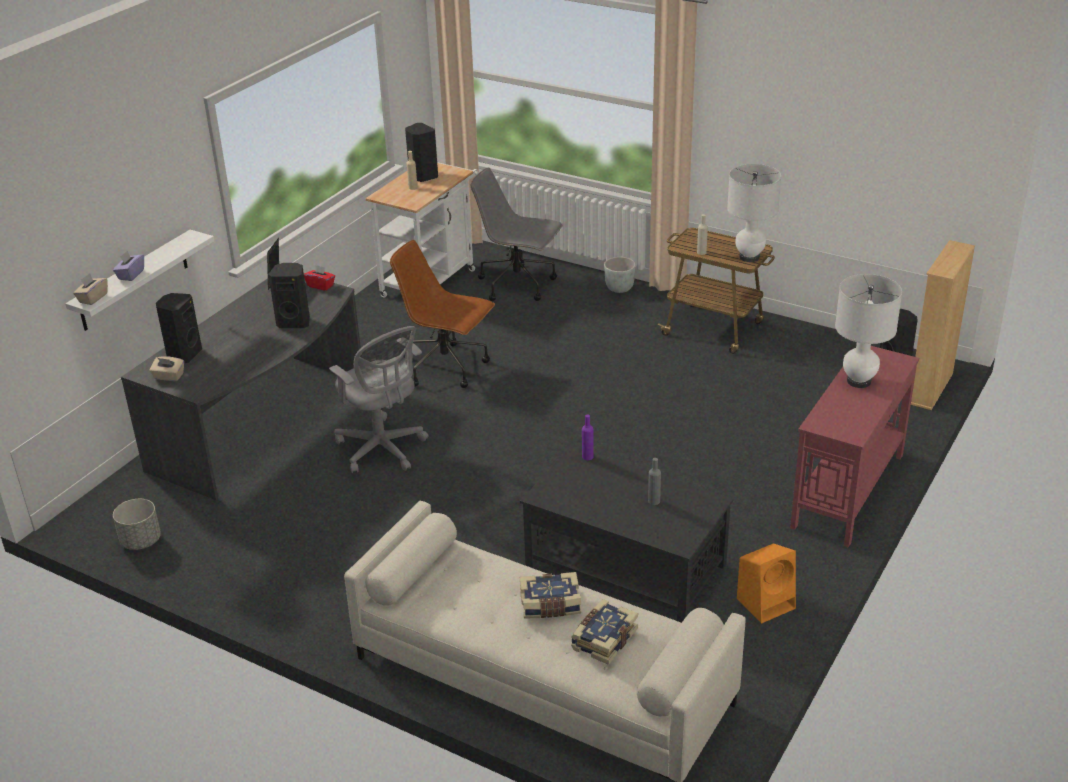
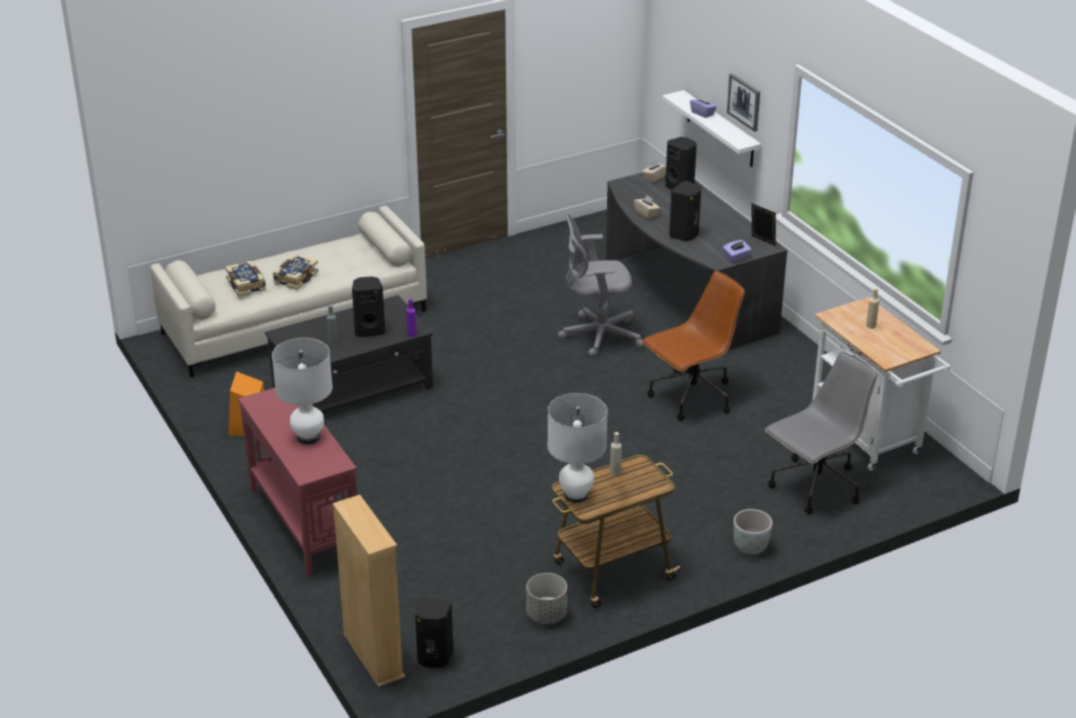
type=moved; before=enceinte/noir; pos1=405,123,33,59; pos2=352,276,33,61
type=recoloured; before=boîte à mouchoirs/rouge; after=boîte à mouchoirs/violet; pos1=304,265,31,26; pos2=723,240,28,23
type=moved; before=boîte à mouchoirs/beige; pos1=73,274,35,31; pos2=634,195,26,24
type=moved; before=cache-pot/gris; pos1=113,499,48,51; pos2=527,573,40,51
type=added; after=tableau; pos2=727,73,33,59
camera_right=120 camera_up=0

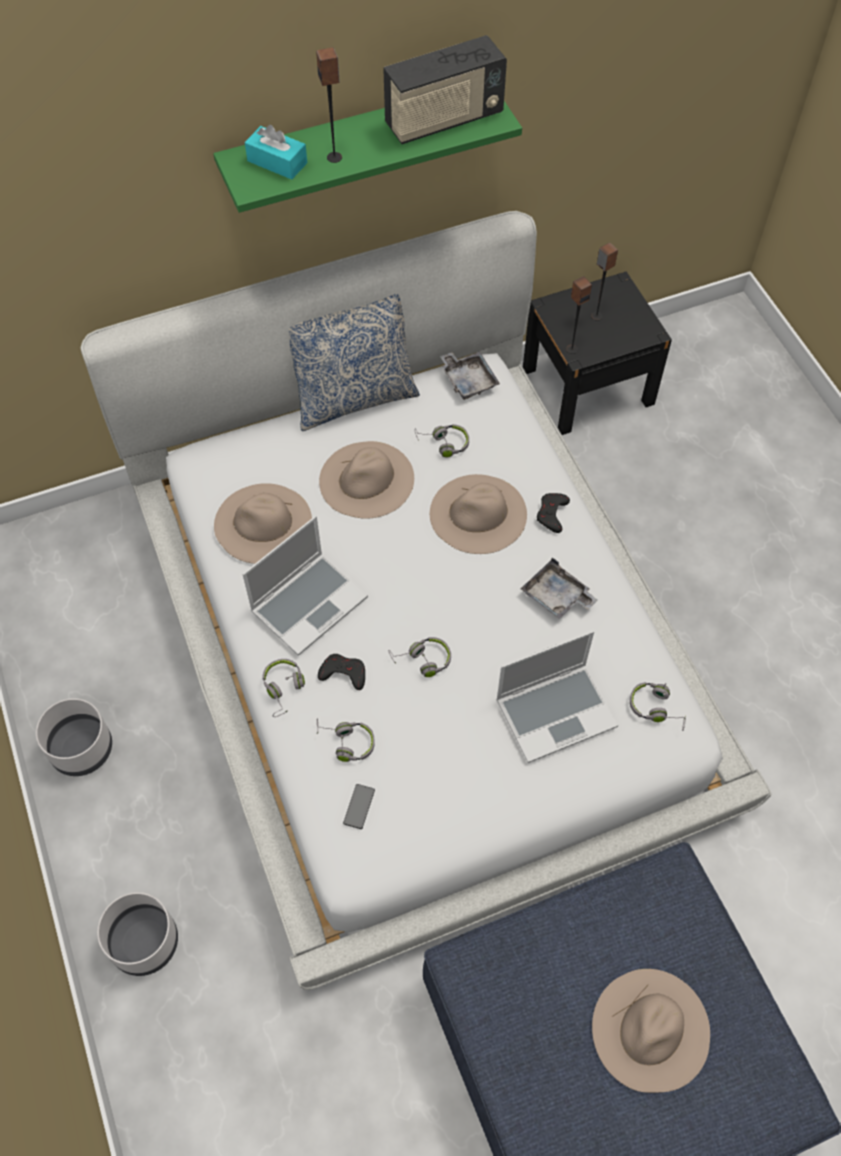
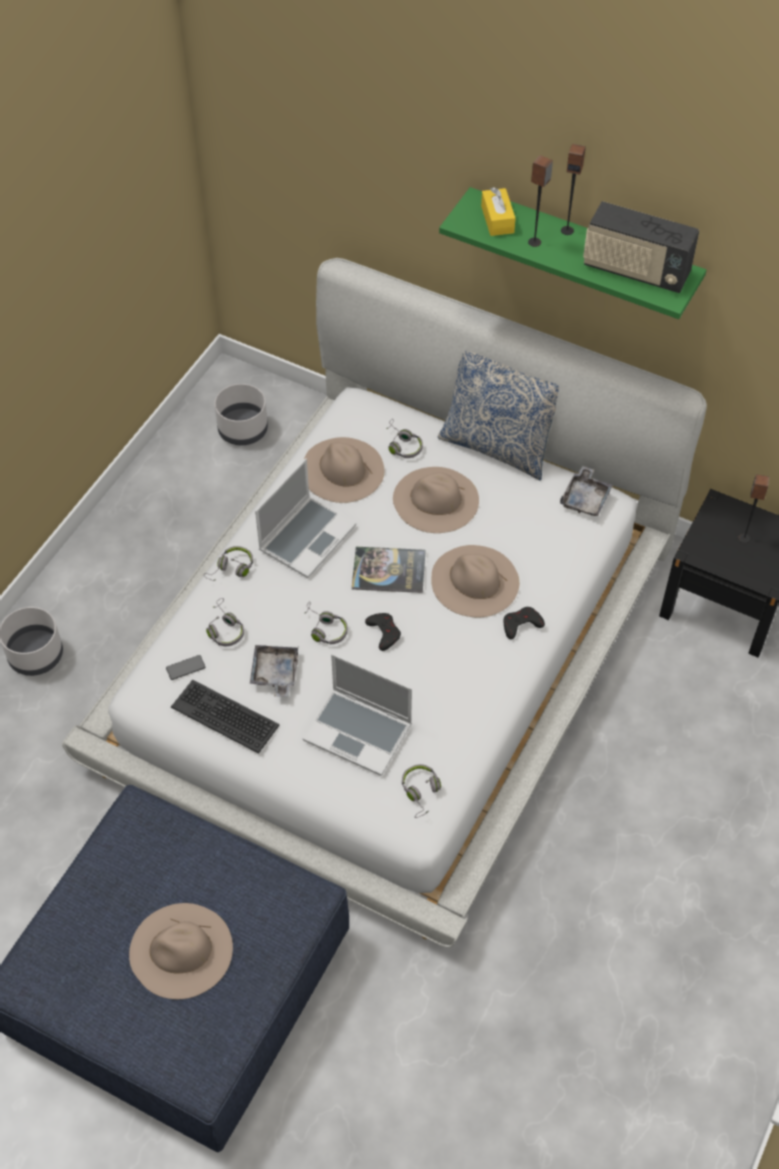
type=recoloured; before=boîte à mouchoirs/turquoise; after=boîte à mouchoirs/jaune; pos1=245,125,62,55; pos2=481,187,35,49
type=moved; before=enceinte; pos1=566,276,26,78; pos2=561,144,25,91
type=moved; before=casque audio/gris; pos1=415,424,54,33; pos2=387,419,36,39
type=turned; before=ordinateur portable; pos1=242,516,126,140; pos2=255,458,101,120; turn=-60
type=moved; before=plateau/gris; pos1=521,557,77,62; pos2=250,645,48,52
type=moved; before=manette/noir; pos1=318,654,47,36; pos2=365,613,36,38
type=moved; before=cache-pot/gris; pos1=36,698,76,78; pos2=214,384,54,61
type=added; after=livre; pos2=352,547,74,46
type=added; after=clavier; pos2=171,680,109,74
camera_right=50 camera_up=-5

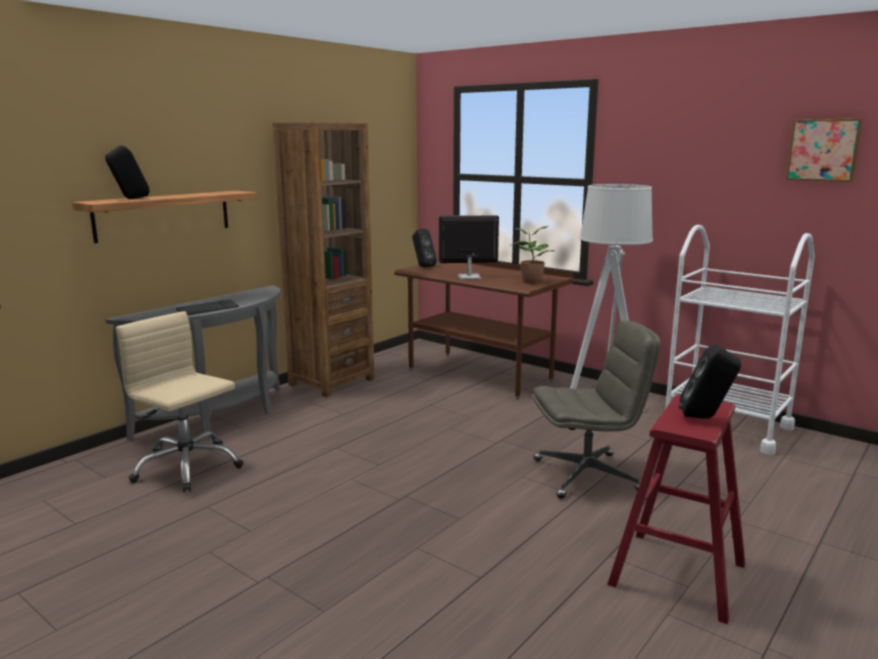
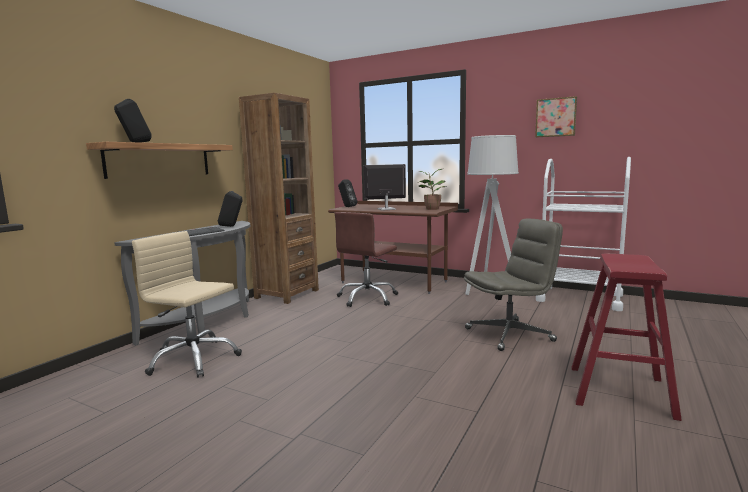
type=moved; before=tableau; pos1=786,119,76,63; pos2=535,96,42,41
type=moved; before=enceinte/noir; pos1=679,344,62,75; pos2=218,191,25,36
type=added; after=chaise de bureau/marron; pos2=335,212,63,95
camera_right=-10 camera_up=-5

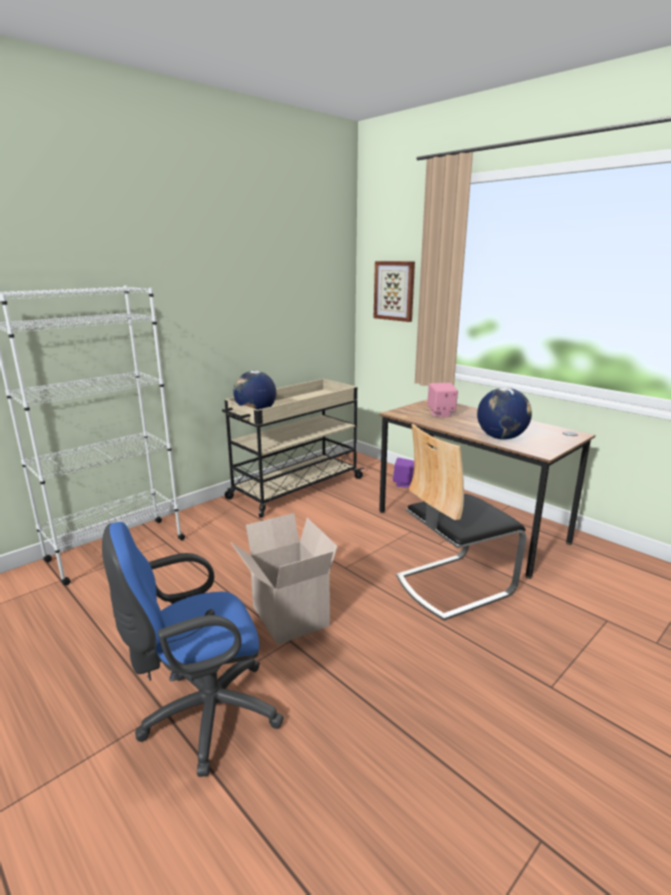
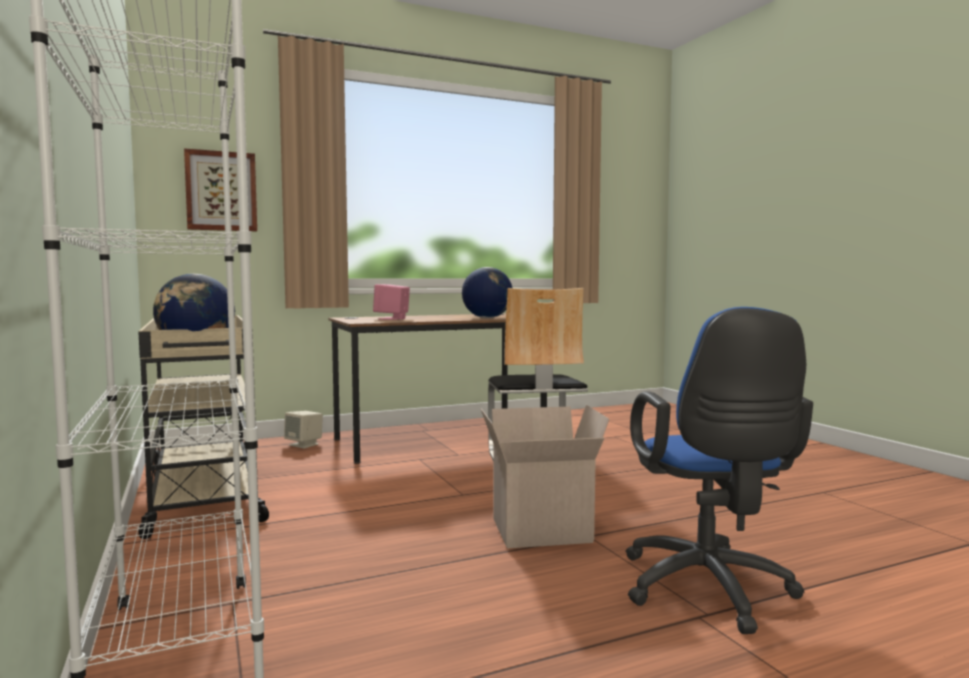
type=recoloured; before=enceinte/violet; after=enceinte/beige; pos1=393,458,21,30; pos2=284,411,39,38
camera_right=-70 camera_up=-15

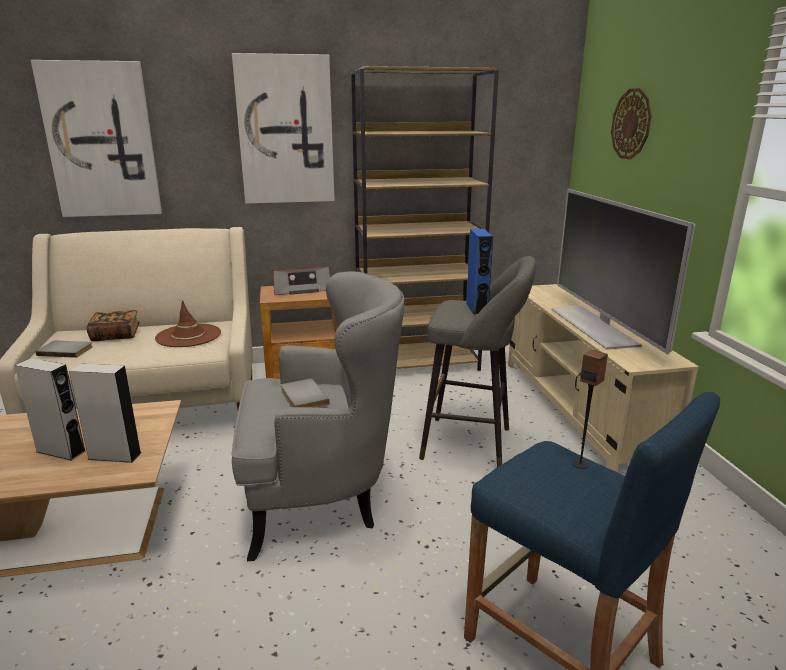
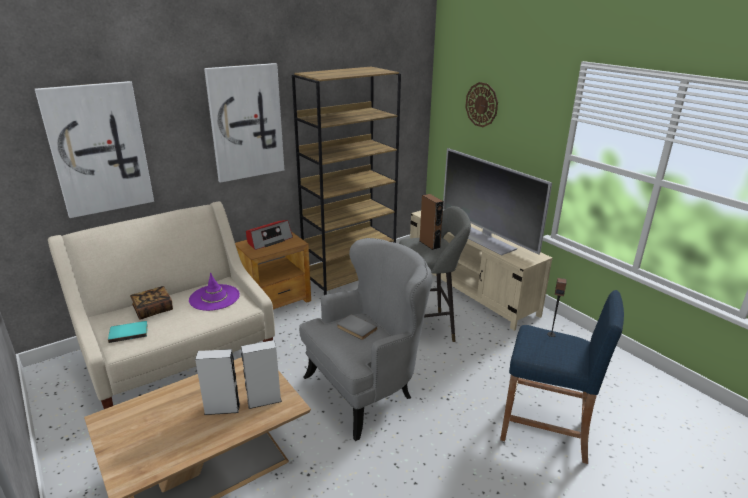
type=recoloured; before=enceinte/bleu; after=enceinte/marron; pos1=466,229,27,86; pos2=420,194,24,56
type=recoloured; before=chapeau/marron; after=chapeau/violet; pos1=155,300,66,47; pos2=189,272,51,39
type=recoloured; before=livre/gris; after=livre/turquoise; pos1=35,341,58,17; pos2=108,321,40,22
camera_right=-25 camera_up=5

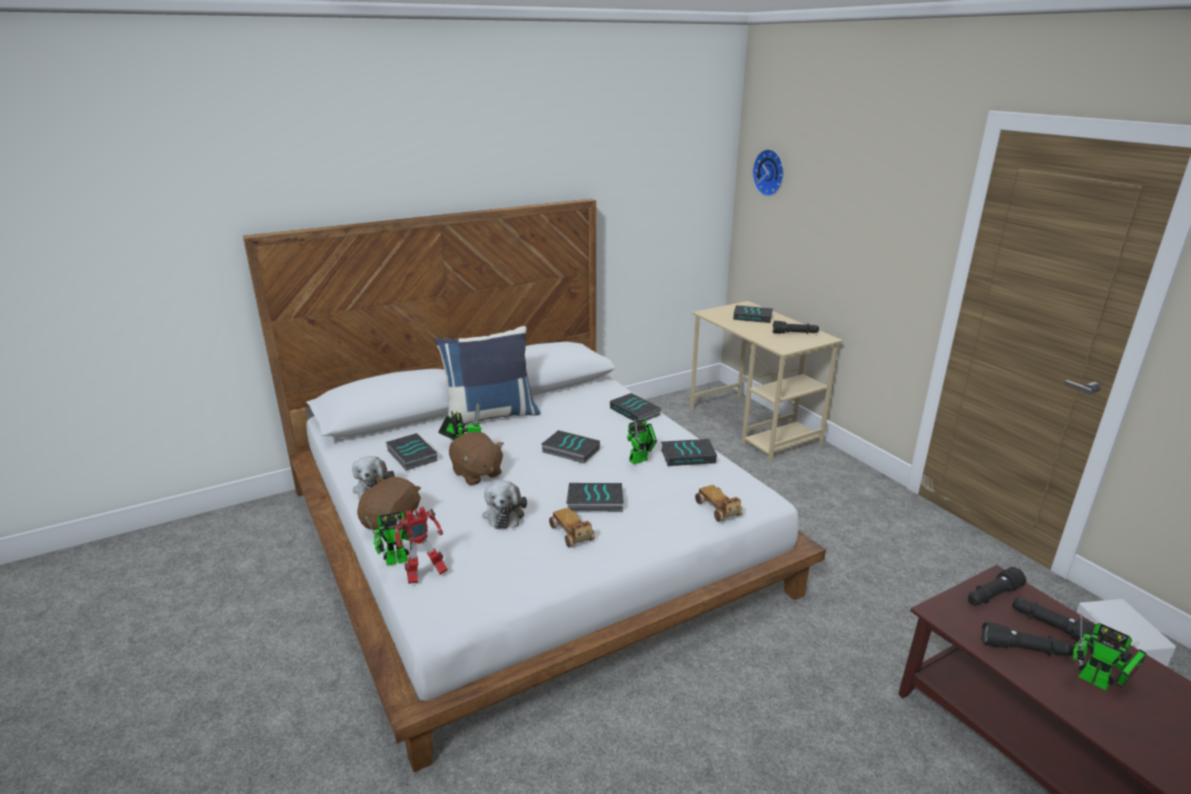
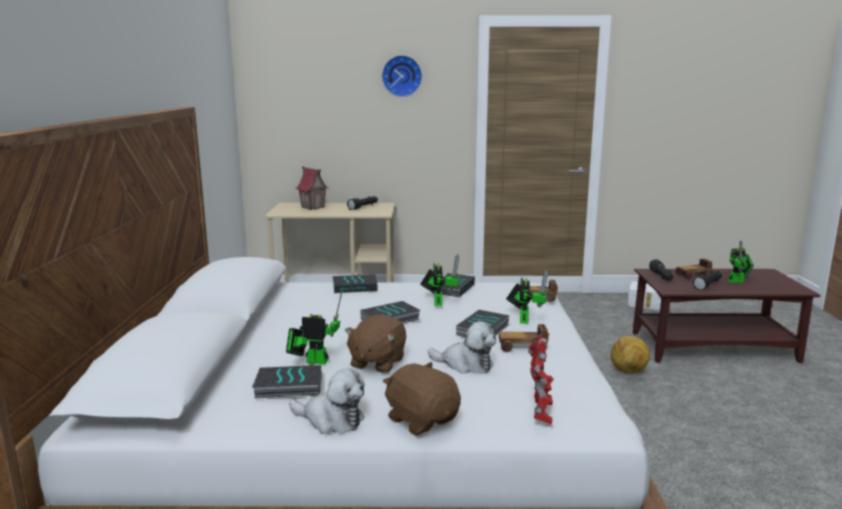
type=moved; before=horloge murale; pos1=752,149,32,47; pos2=382,55,40,42
type=replaced; before=livre; after=maison miniature; pos1=733,305,40,18; pos2=296,166,32,44
type=removed; before=coussin/bleu; pos1=435,326,106,98
type=turned; before=peluche/marron; pos1=449,432,55,53; pos2=344,314,62,59; turn=120
type=moved; before=robot jouet; pos1=365,512,51,54; pos2=506,269,43,55
type=replaced; before=lampe de poche/noir; after=petite voiture; pos1=1012,597,84,50; pos2=675,259,37,20
type=added; after=ballon de foot; pos2=611,336,39,37
camera_right=-60 camera_up=-10

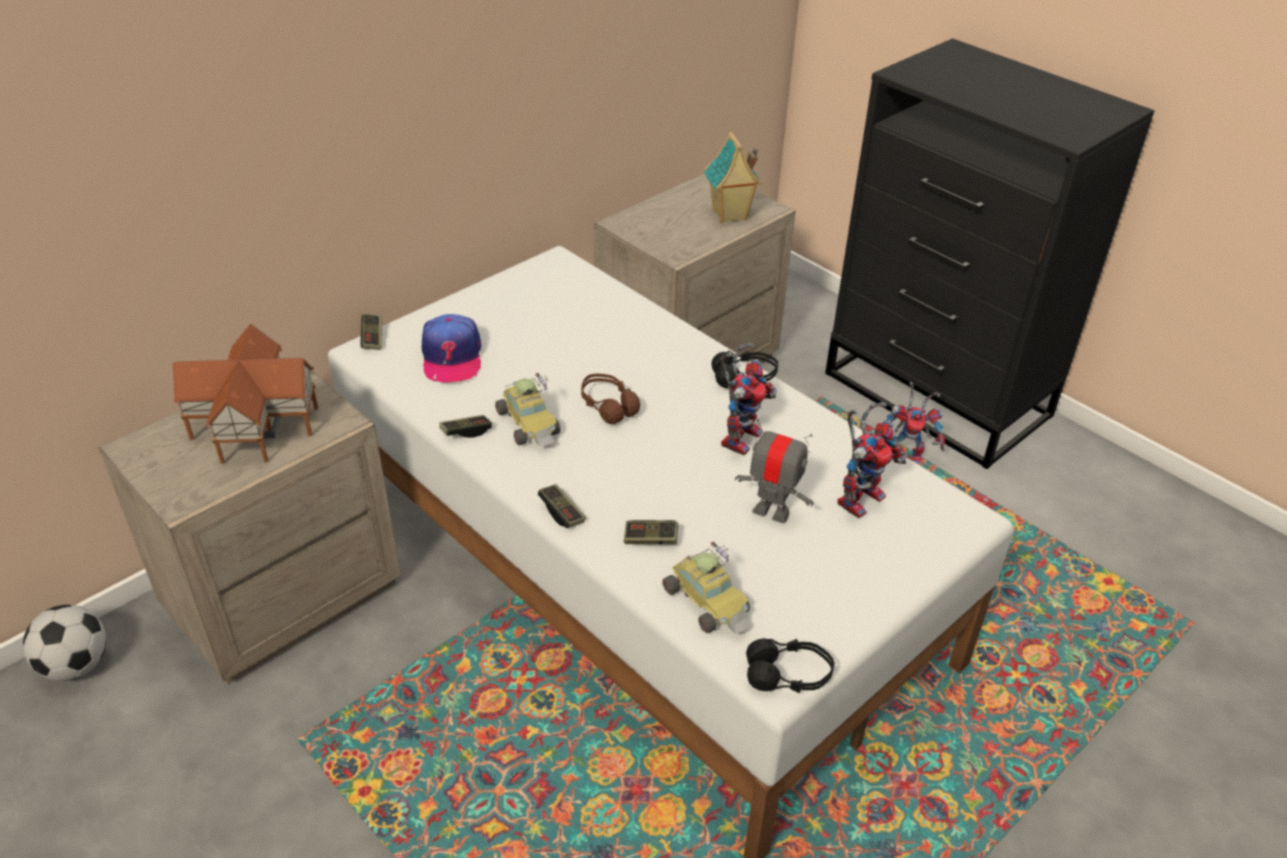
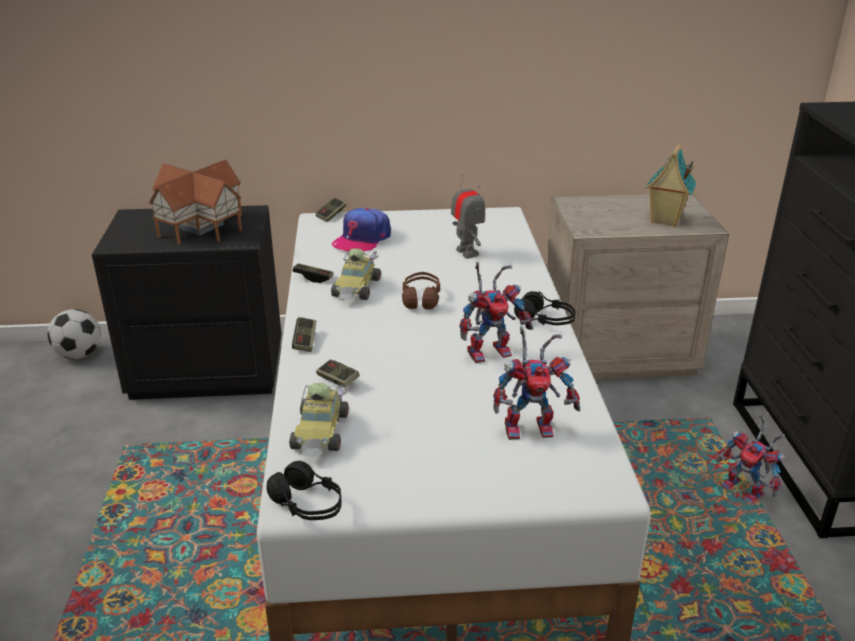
type=recoloured; before=table de chevet/beige; after=table de chevet/noir; pos1=98,370,303,314; pos2=92,205,190,195
type=moved; before=robot jouet; pos1=735,419,79,104; pos2=451,175,34,84
camera_right=40 camera_up=-10

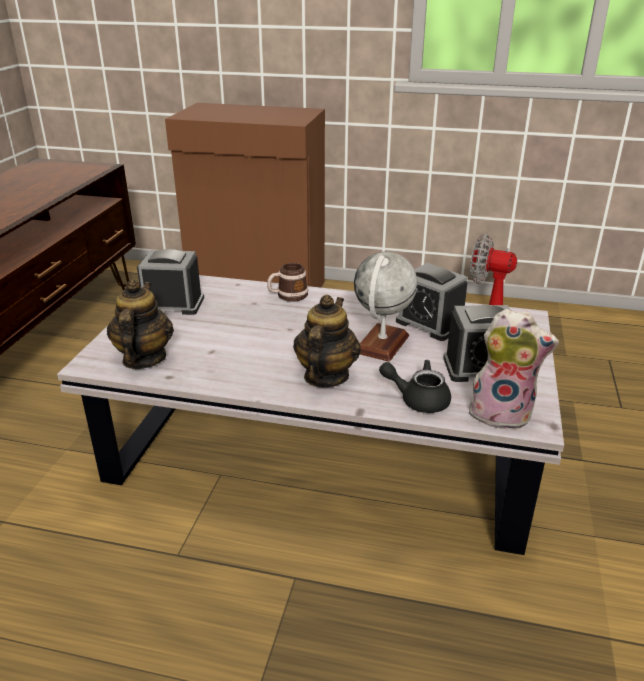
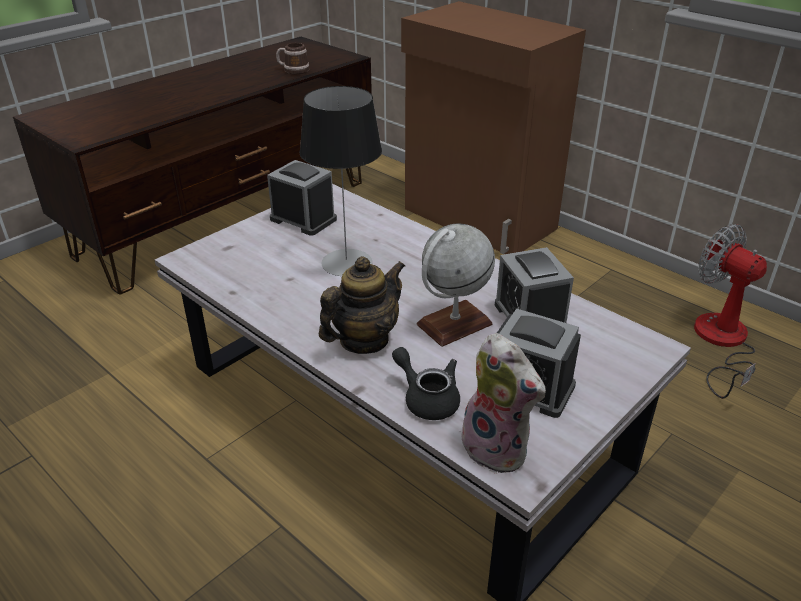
type=moved; before=mug; pos1=267,263,41,39; pos2=276,43,33,31
type=removed; before=théière; pos1=107,279,67,90
type=added; after=lampe de table; pos2=299,86,83,190
camera_right=30 camera_up=5

